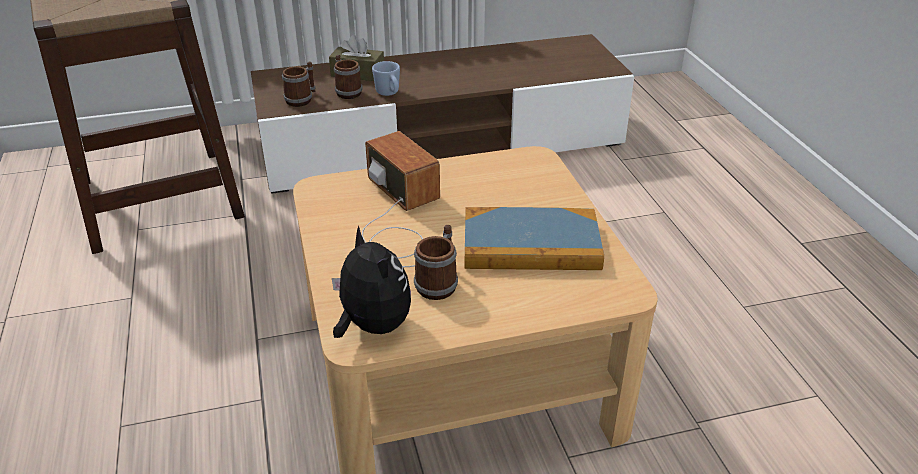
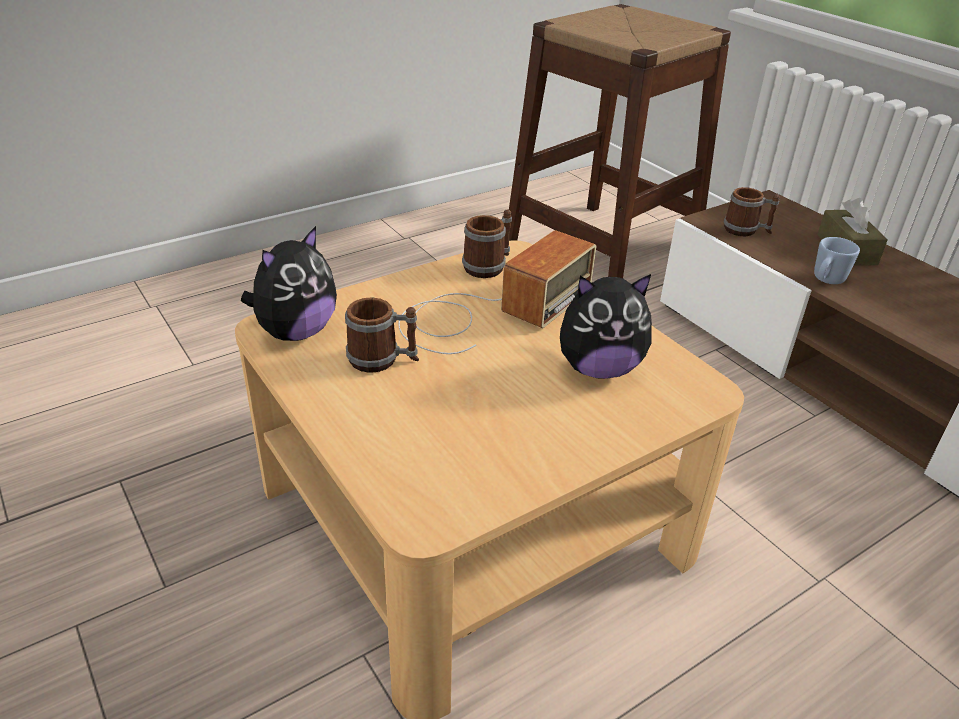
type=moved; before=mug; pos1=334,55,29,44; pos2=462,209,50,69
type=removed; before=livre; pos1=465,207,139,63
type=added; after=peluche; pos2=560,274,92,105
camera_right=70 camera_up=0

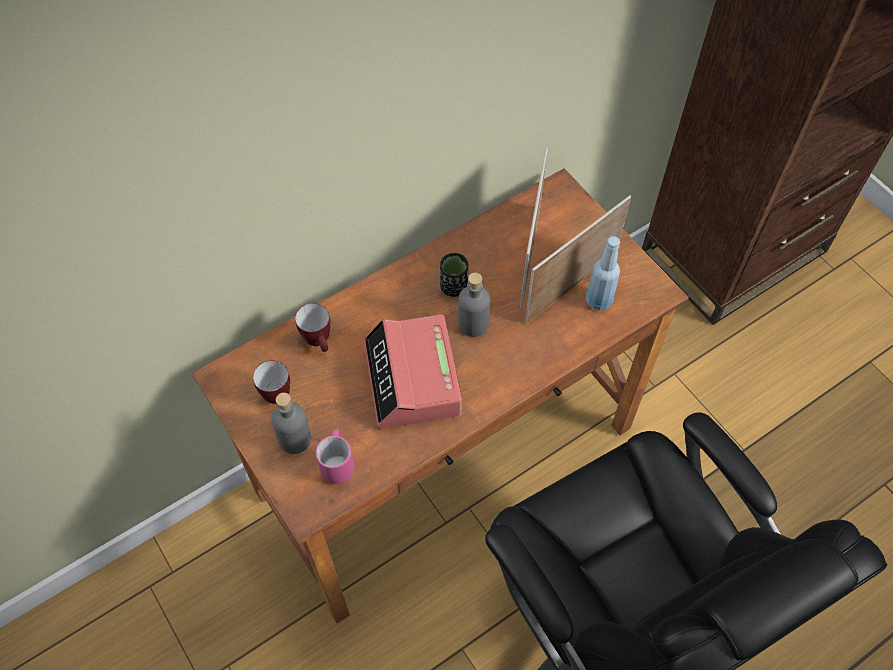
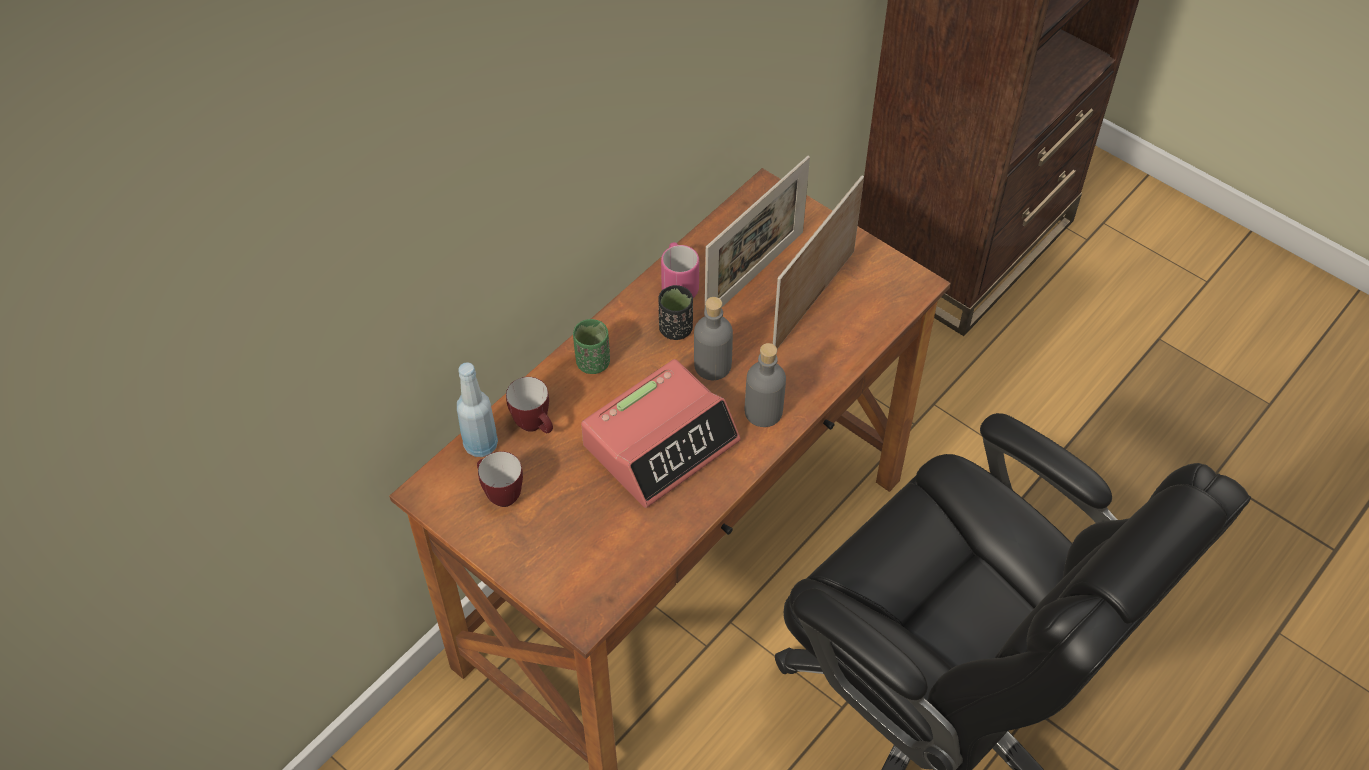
type=turned; before=cadre photo; pos1=520,148,28,160; pos2=705,156,105,152; turn=-135
type=moved; before=bouteille/bleu; pos1=586,236,34,75; pos2=457,362,41,95
type=turned; before=réveil; pos1=364,314,98,115; pos2=581,359,160,149; turn=-105
type=moved; before=bouteille/gris; pos1=271,393,40,61; pos2=745,343,41,84
type=moved; before=mug/rose; pos1=315,429,39,55; pos2=661,242,38,56
type=added; after=tasse/vert; pos2=573,319,37,55
camera_right=-15 camera_up=-5

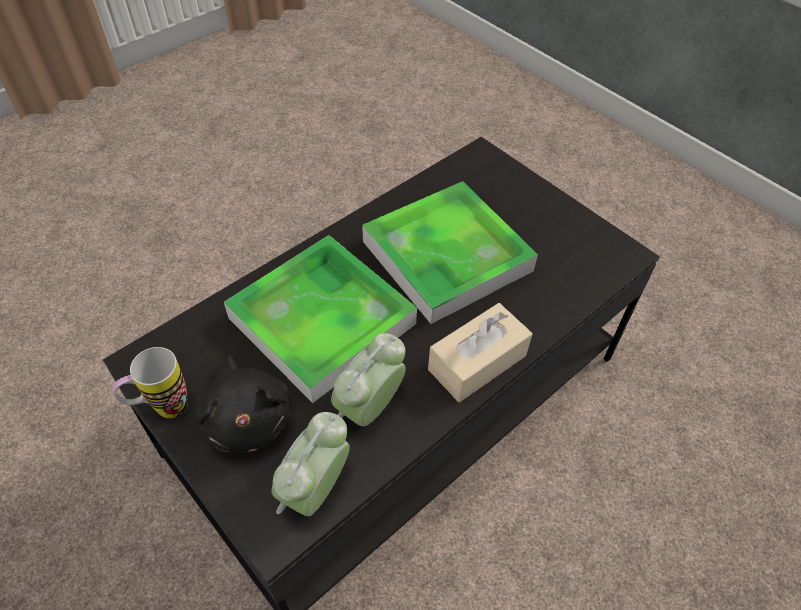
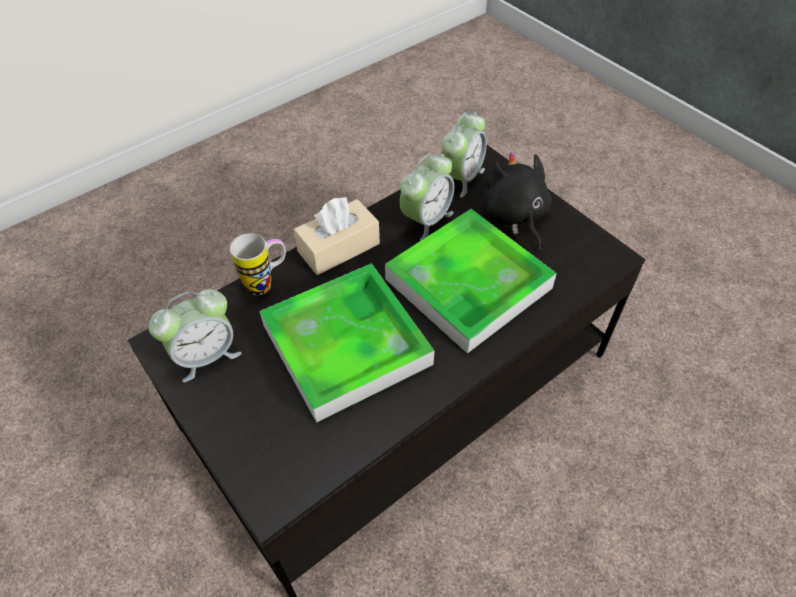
type=moved; before=mug; pos1=112,347,76,71; pos2=230,233,56,62
type=added; after=réveil; pos2=149,289,92,93
camera_right=-175 camera_up=0

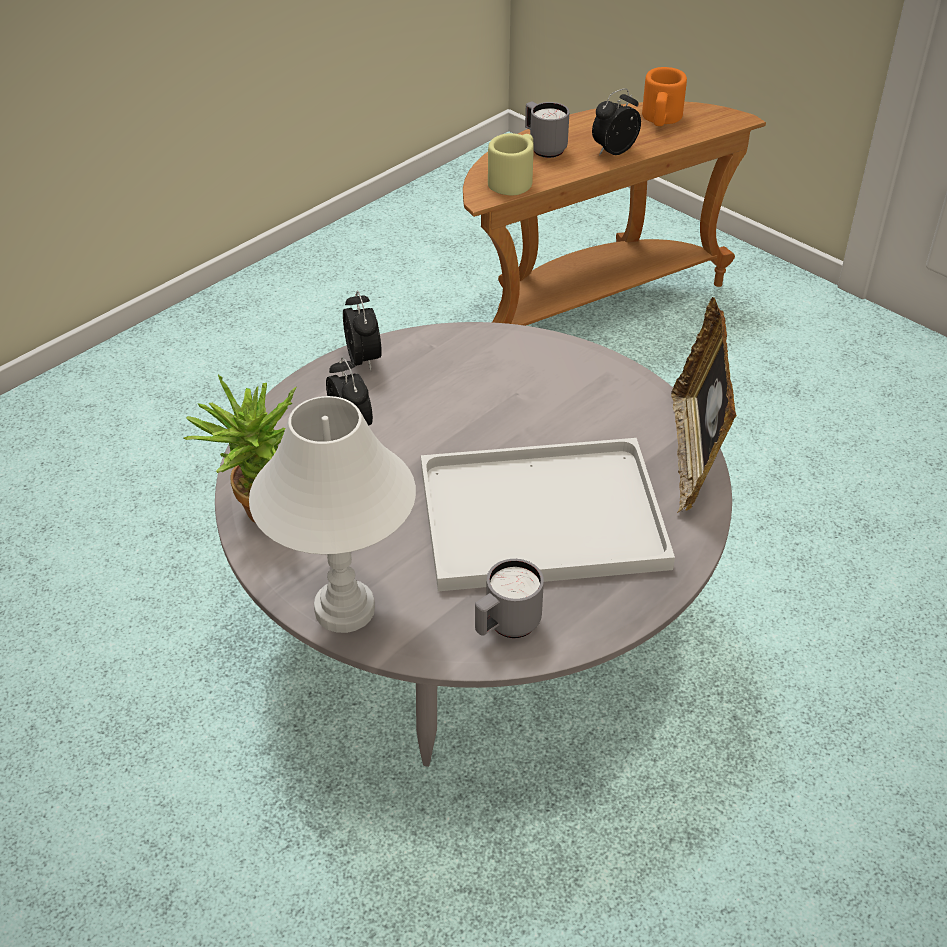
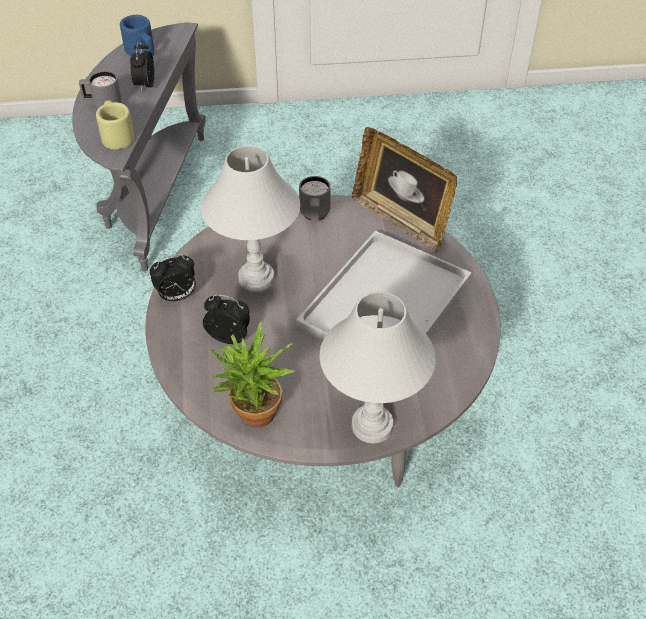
type=recoloured; before=mug/orange; after=mug/bleu; pos1=642,67,45,59; pos2=120,15,34,41
type=recoloured; before=table d'appoint/marron; after=table d'appoint/gris; pos1=463,102,303,224; pos2=72,22,134,249
type=turned; before=réveil; pos1=343,290,39,81; pos2=150,254,46,47; turn=135
type=moved; before=mug/gris; pos1=475,559,69,79; pos2=299,176,31,47
type=added; after=lampe de table/blanc; pos2=201,146,99,146
camera_right=-50 camera_up=5

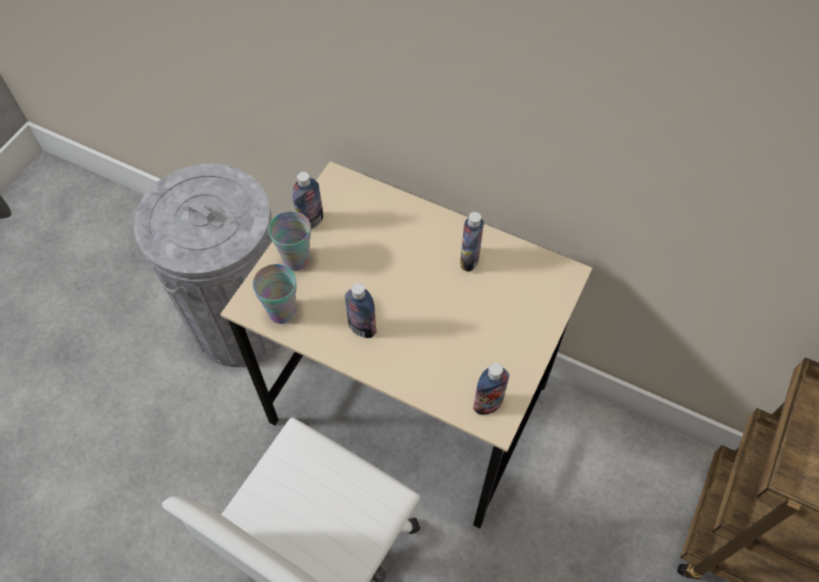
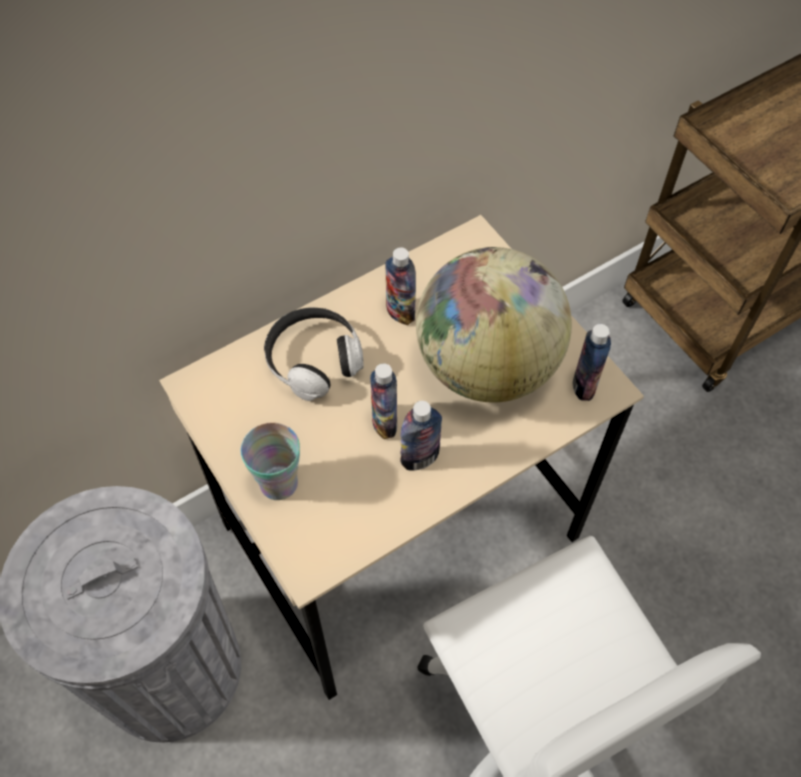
type=moved; before=bouteille; pos1=293,172,30,57; pos2=370,363,27,76
type=removed; before=tasse; pos1=252,264,45,60
type=added; after=globe; pos2=416,247,156,156
type=added; after=casque audio; pos2=264,307,100,94
camera_right=-60 camera_up=0

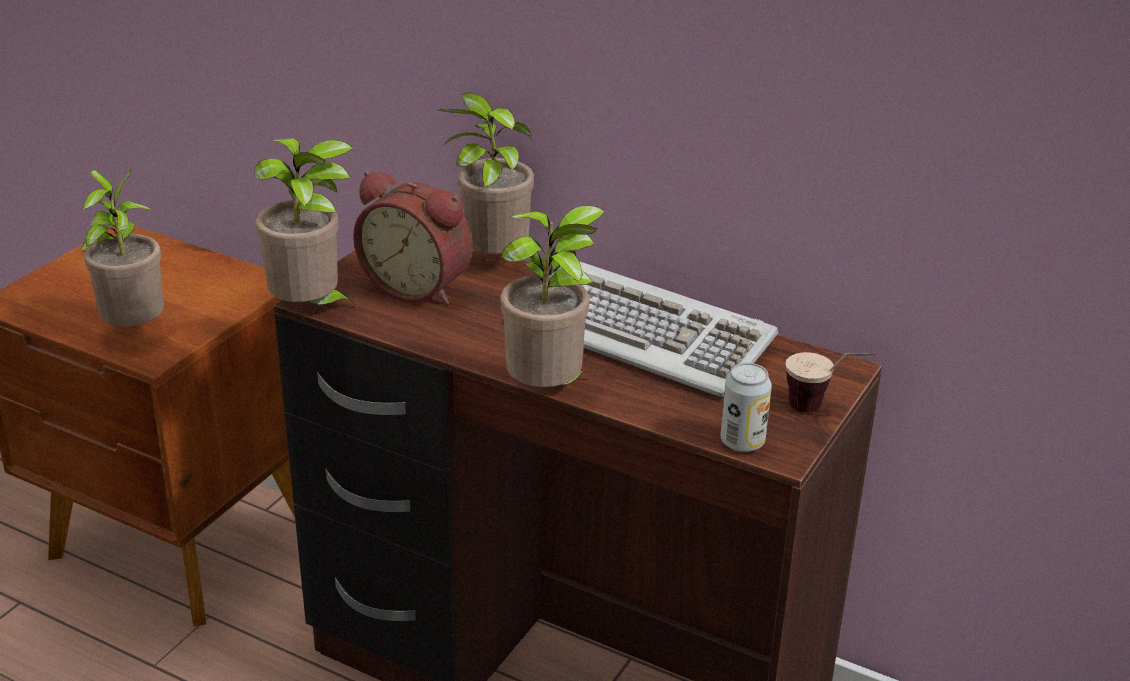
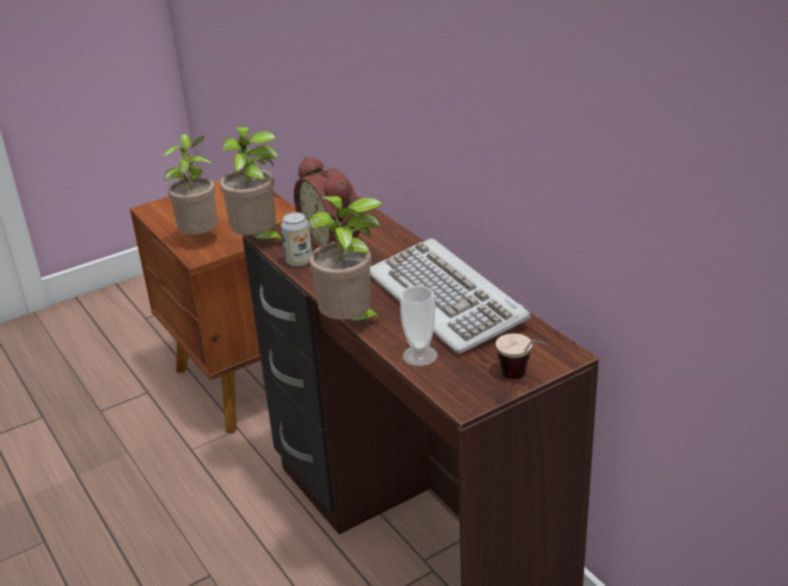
type=removed; before=plante en pot; pos1=437,93,97,161
type=moved; before=boîte métallique; pos1=721,363,51,89; pos2=281,212,31,55
type=added; after=tasse; pos2=400,285,37,81
camera_right=30 camera_up=0

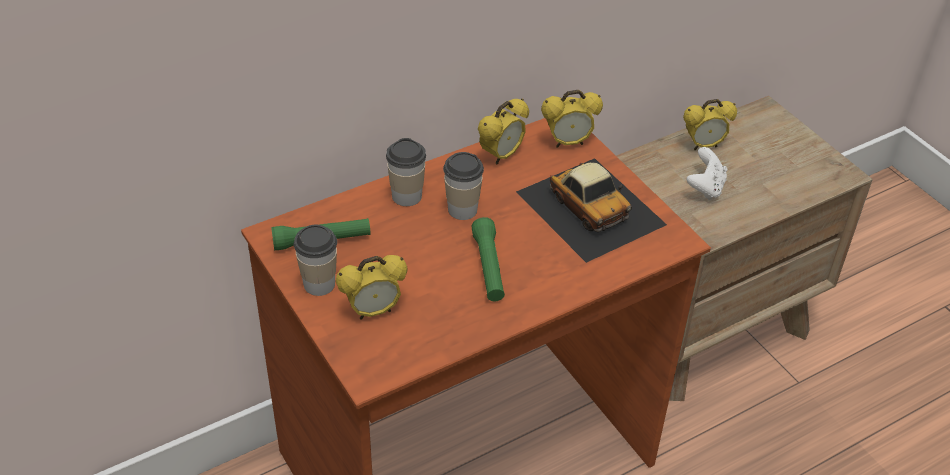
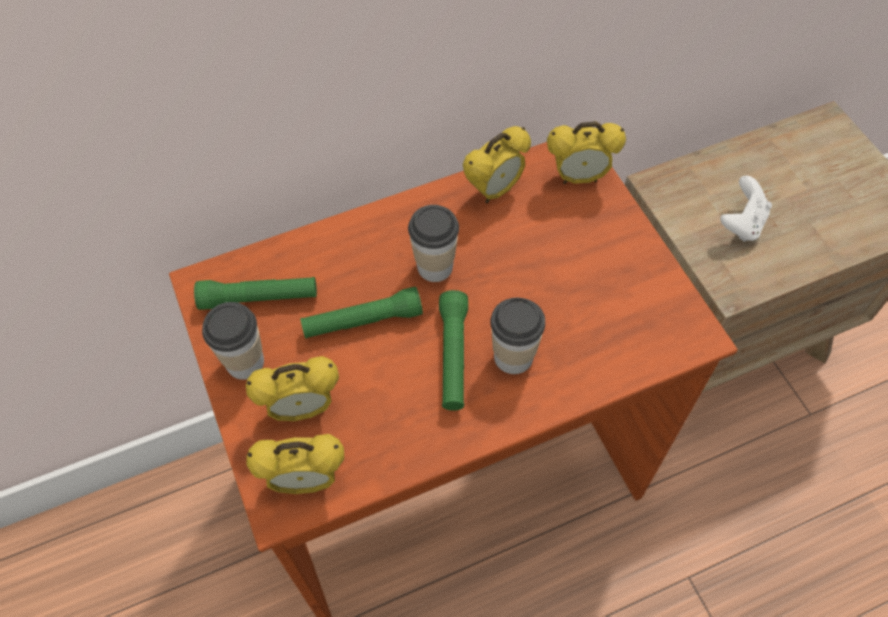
type=moved; before=réveil; pos1=683,99,54,51; pos2=246,434,98,60
type=moved; before=tasse; pos1=386,138,40,68; pos2=491,298,54,76
type=removed; before=petite voiture; pos1=516,158,151,105
type=added; after=lampe de poche/vert; pos2=300,287,123,52
camera_right=10 camera_up=15

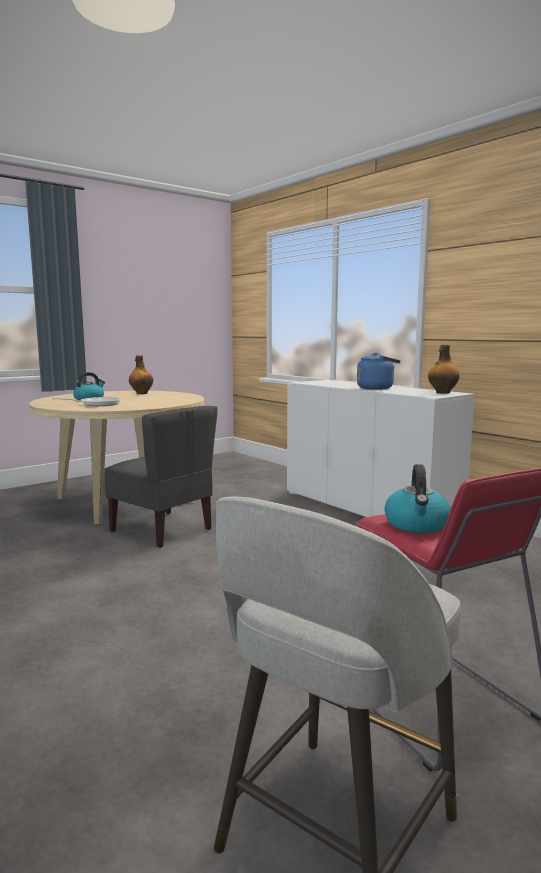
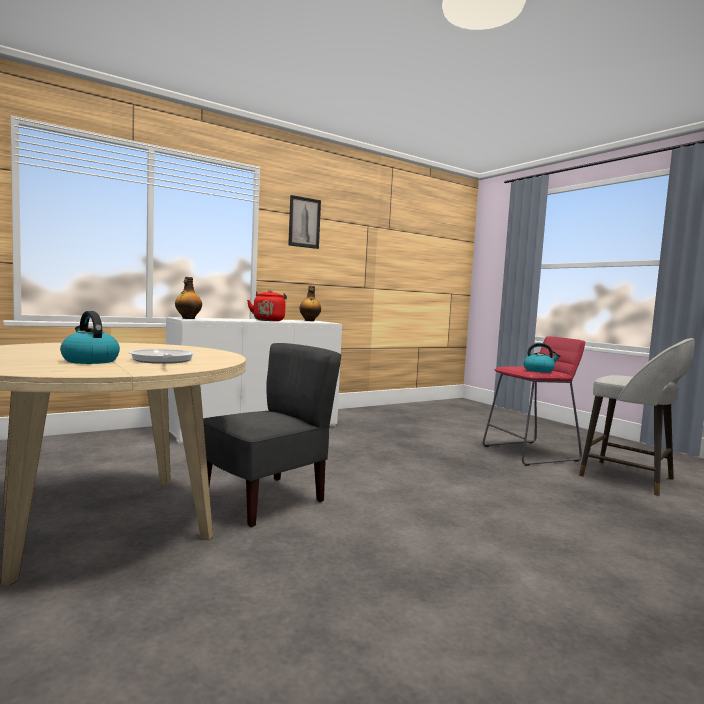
type=recoloured; before=bouilloire/bleu; after=bouilloire/rouge; pos1=357,353,44,37; pos2=247,290,40,31
type=moved; before=bouteille; pos1=129,355,24,39; pos2=175,277,27,42
type=added; after=tableau; pos2=288,195,33,54
camera_right=-85 camera_up=-5

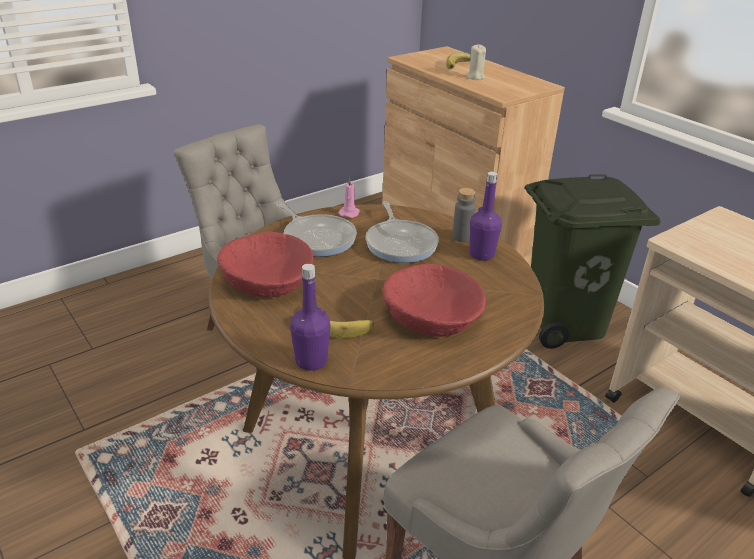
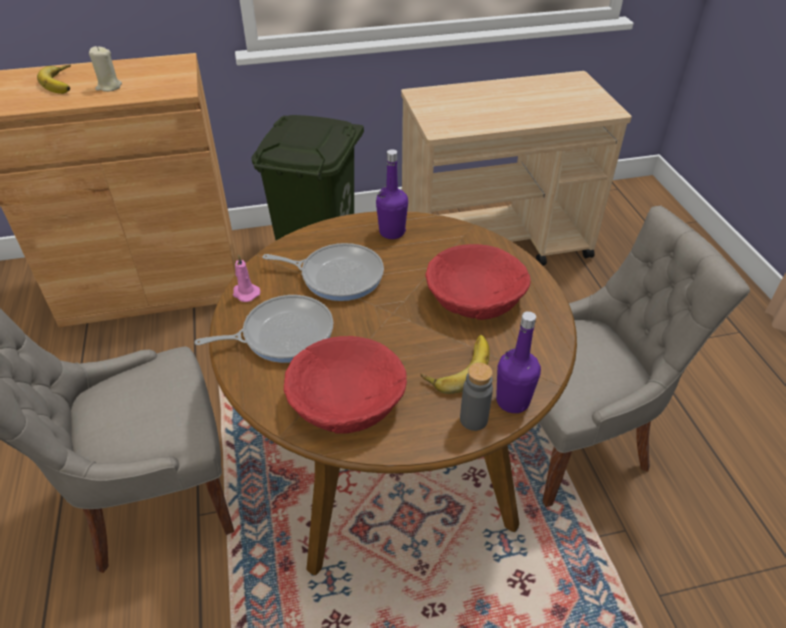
type=moved; before=bouteille/gris; pos1=452,188,24,54; pos2=460,363,33,68
camera_right=-65 camera_up=10

